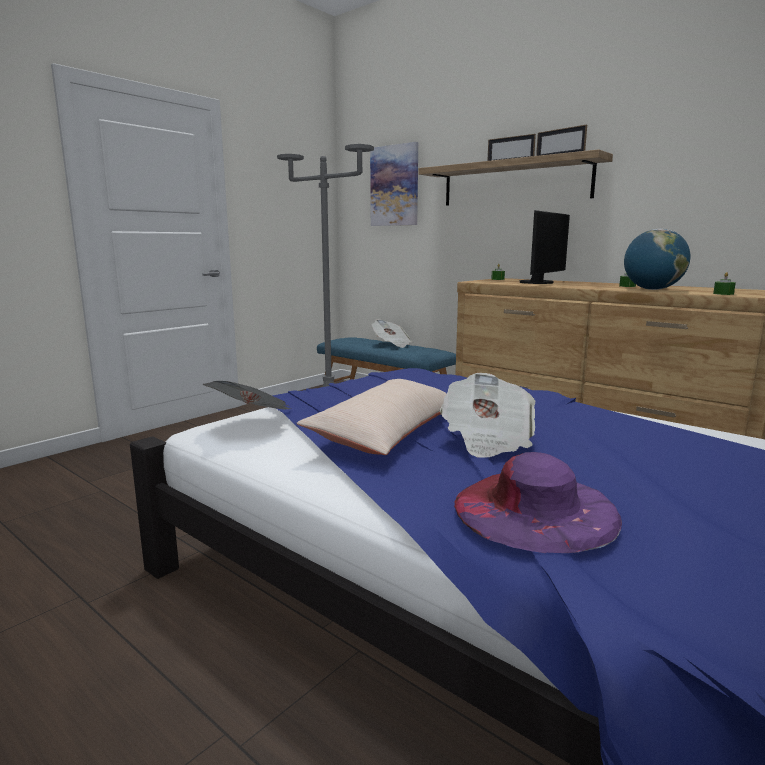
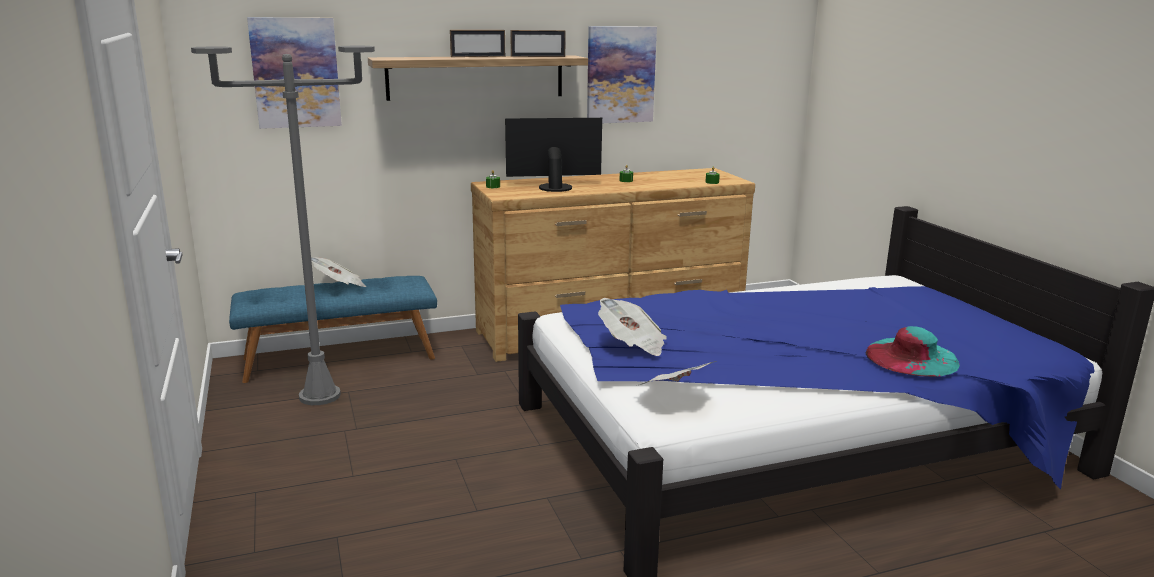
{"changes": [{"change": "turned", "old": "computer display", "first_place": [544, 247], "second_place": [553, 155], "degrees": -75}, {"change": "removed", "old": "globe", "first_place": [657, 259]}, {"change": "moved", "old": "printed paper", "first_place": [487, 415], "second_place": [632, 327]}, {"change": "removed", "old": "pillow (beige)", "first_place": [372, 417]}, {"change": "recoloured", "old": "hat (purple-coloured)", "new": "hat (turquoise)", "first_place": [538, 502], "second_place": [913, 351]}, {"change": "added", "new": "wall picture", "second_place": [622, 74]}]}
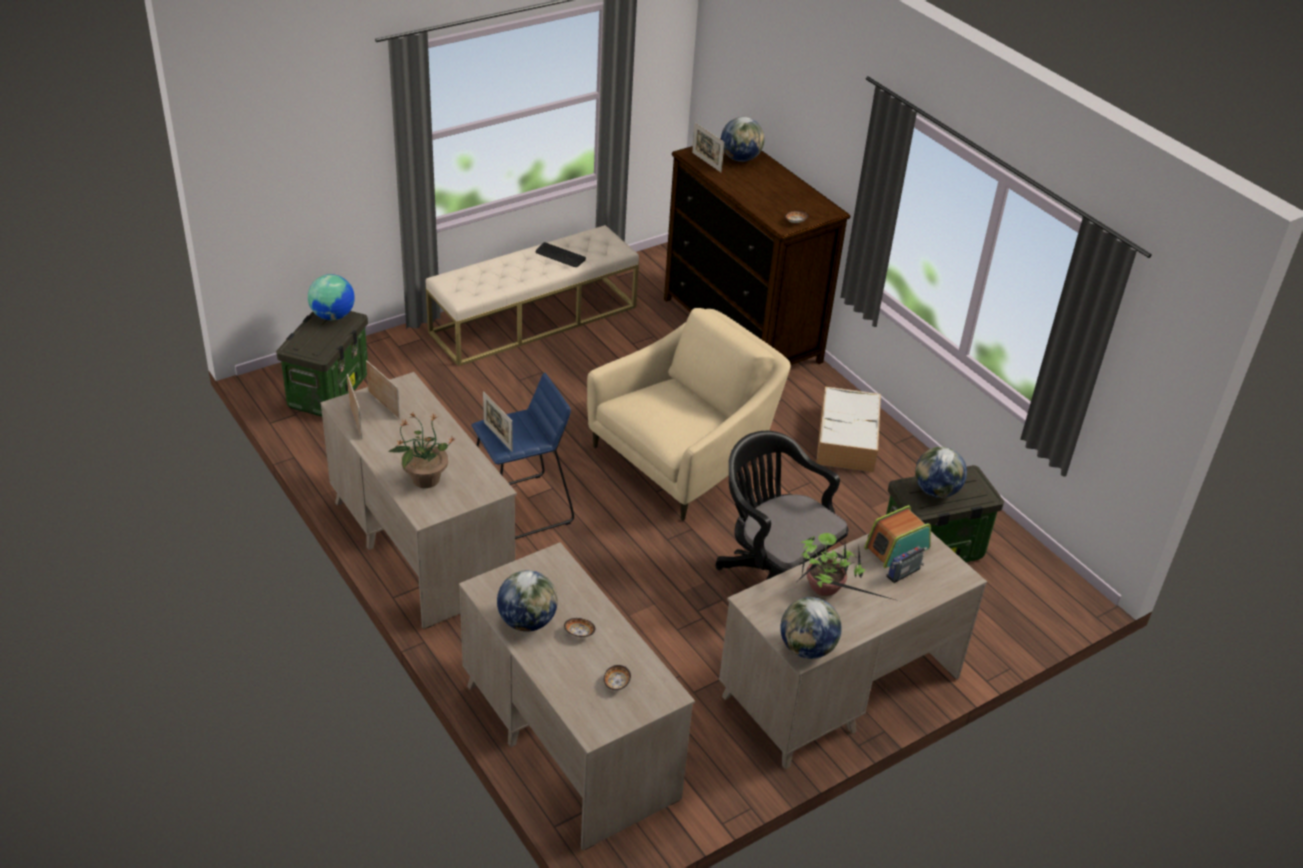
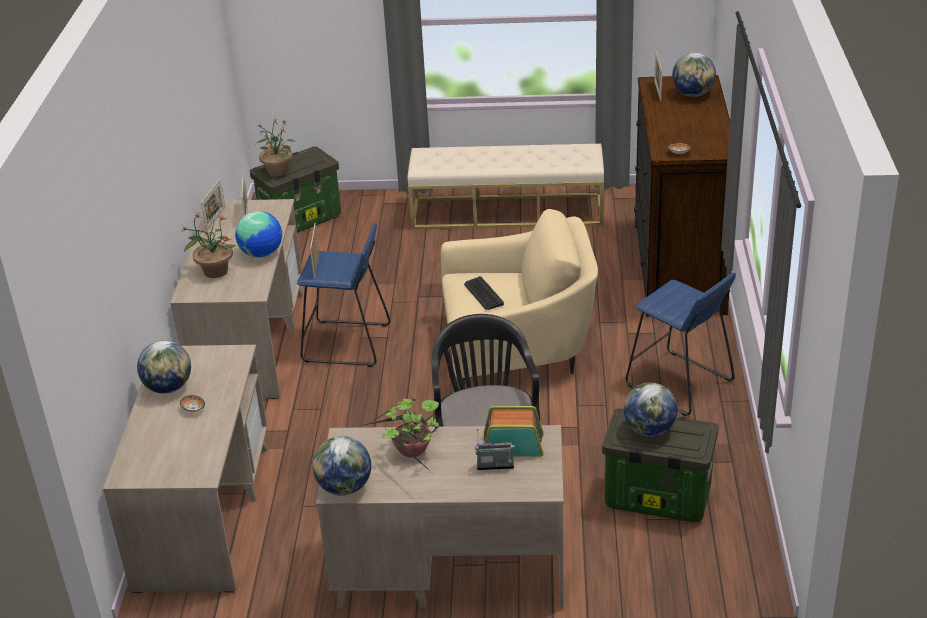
{"changes": [{"change": "moved", "old": "computer keyboard", "first_place": [561, 254], "second_place": [484, 293]}, {"change": "moved", "old": "globe", "first_place": [331, 297], "second_place": [258, 234]}, {"change": "replaced", "old": "storage container", "new": "stool (blue)", "first_place": [848, 429], "second_place": [681, 344]}, {"change": "removed", "old": "bowl", "first_place": [617, 677]}, {"change": "added", "new": "houseplant", "second_place": [275, 147]}]}
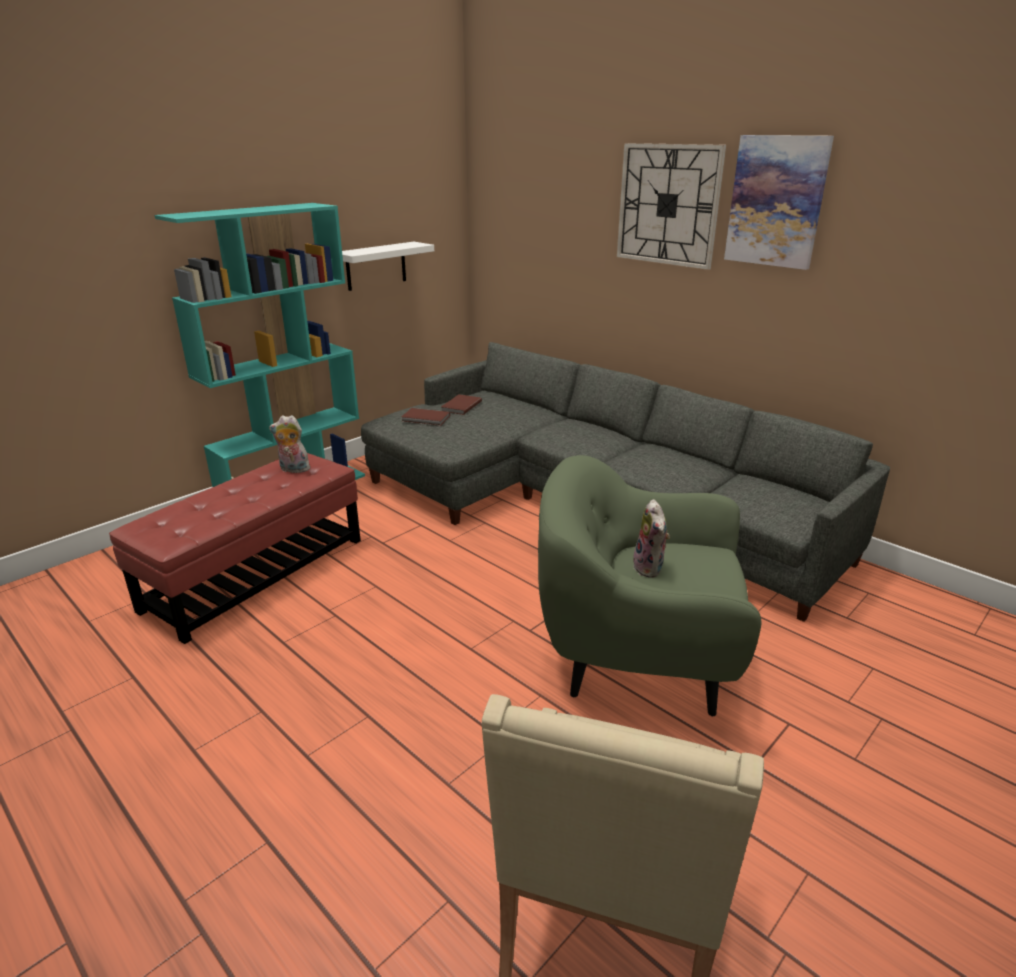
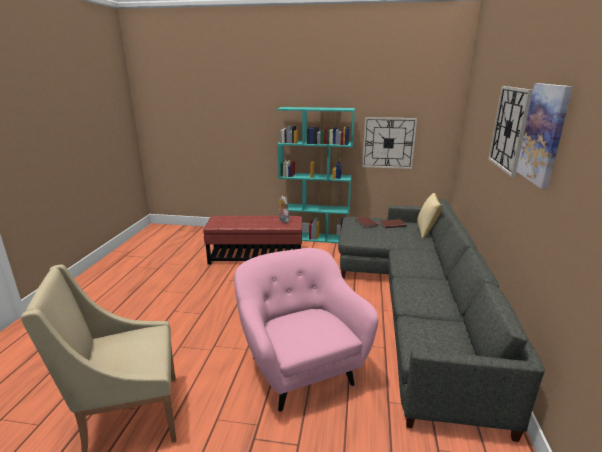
{"changes": [{"change": "replaced", "old": "wall shelf (white)", "new": "hanging clock", "first_place": [388, 266], "second_place": [389, 143]}, {"change": "recoloured", "old": "lounge chair (green)", "new": "lounge chair (pinkish)", "first_place": [650, 585], "second_place": [306, 329]}, {"change": "removed", "old": "soft toy", "first_place": [650, 538]}, {"change": "added", "new": "pillow", "second_place": [429, 216]}]}
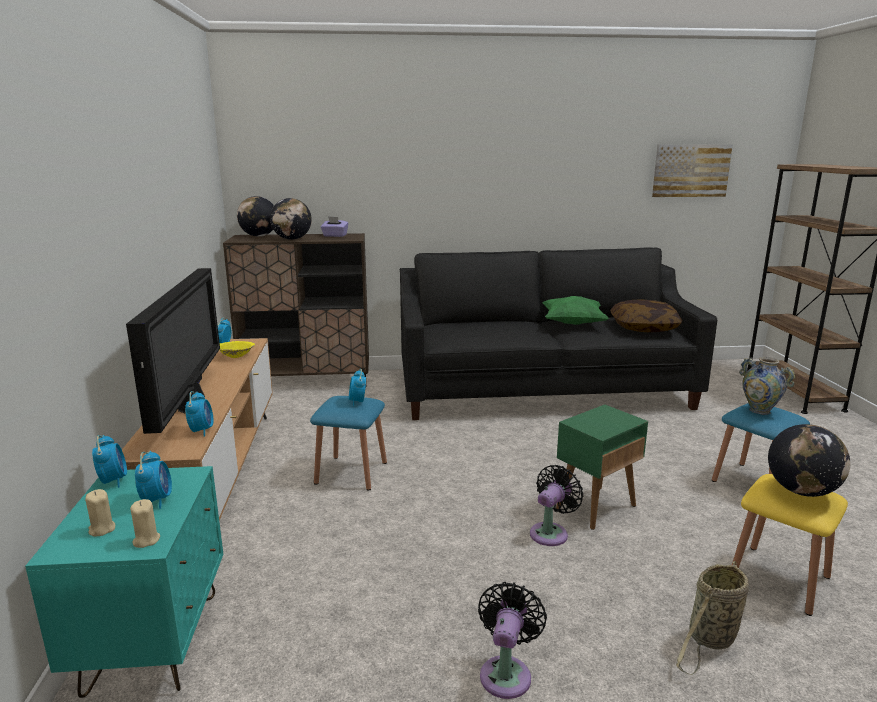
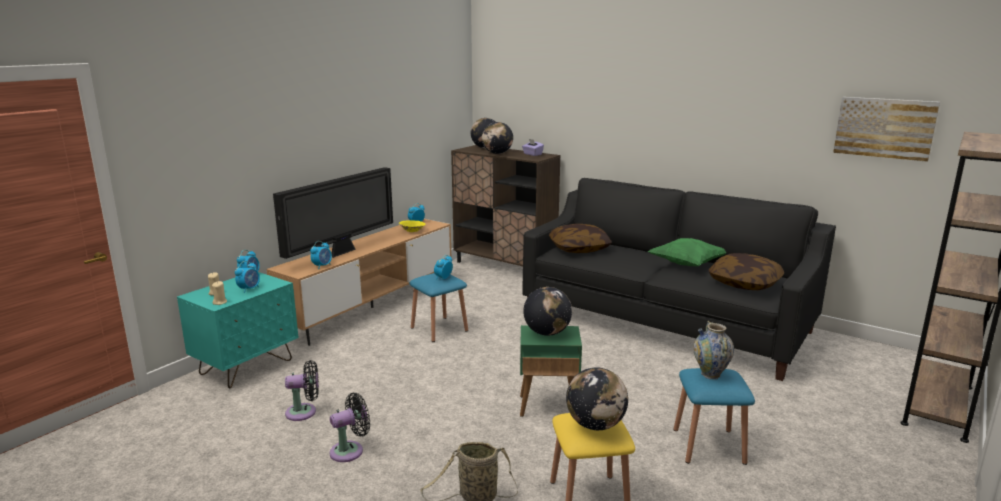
{"changes": [{"change": "moved", "old": "fan (black)", "first_place": [556, 505], "second_place": [302, 390]}, {"change": "added", "new": "pillow", "second_place": [580, 238]}, {"change": "added", "new": "globe", "second_place": [547, 311]}]}
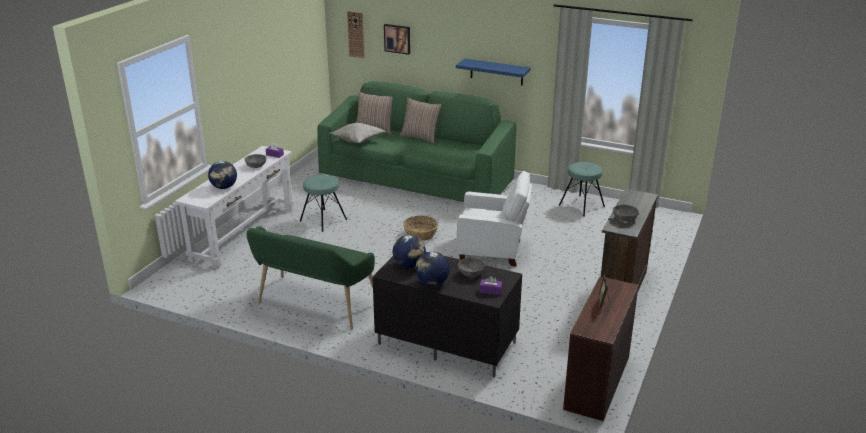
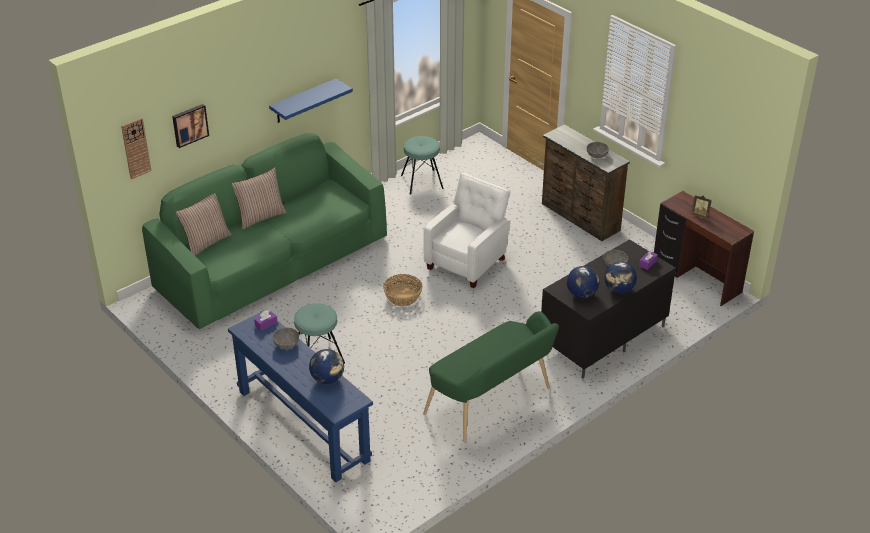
{"changes": [{"change": "removed", "old": "pillow (white)", "first_place": [358, 133]}, {"change": "recoloured", "old": "hall table (white)", "new": "hall table (blue)", "first_place": [234, 207], "second_place": [300, 396]}]}
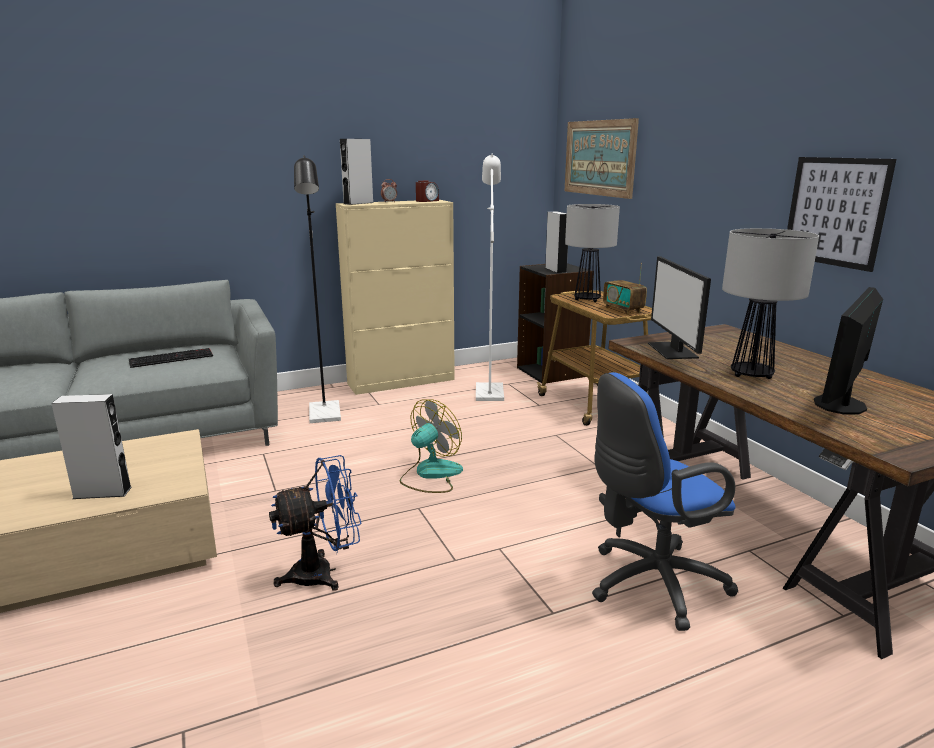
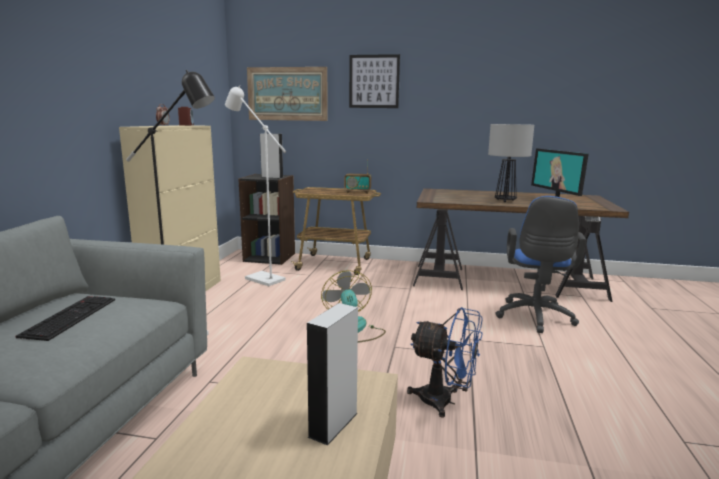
{"changes": [{"change": "removed", "old": "audio speaker (gray)", "first_place": [356, 172]}, {"change": "moved", "old": "wall picture", "first_place": [841, 214], "second_place": [374, 81]}, {"change": "removed", "old": "lamp for a table", "first_place": [592, 253]}, {"change": "removed", "old": "computer display", "first_place": [679, 307]}, {"change": "turned", "old": "fan (blue)", "first_place": [315, 523], "second_place": [445, 362], "degrees": 105}]}
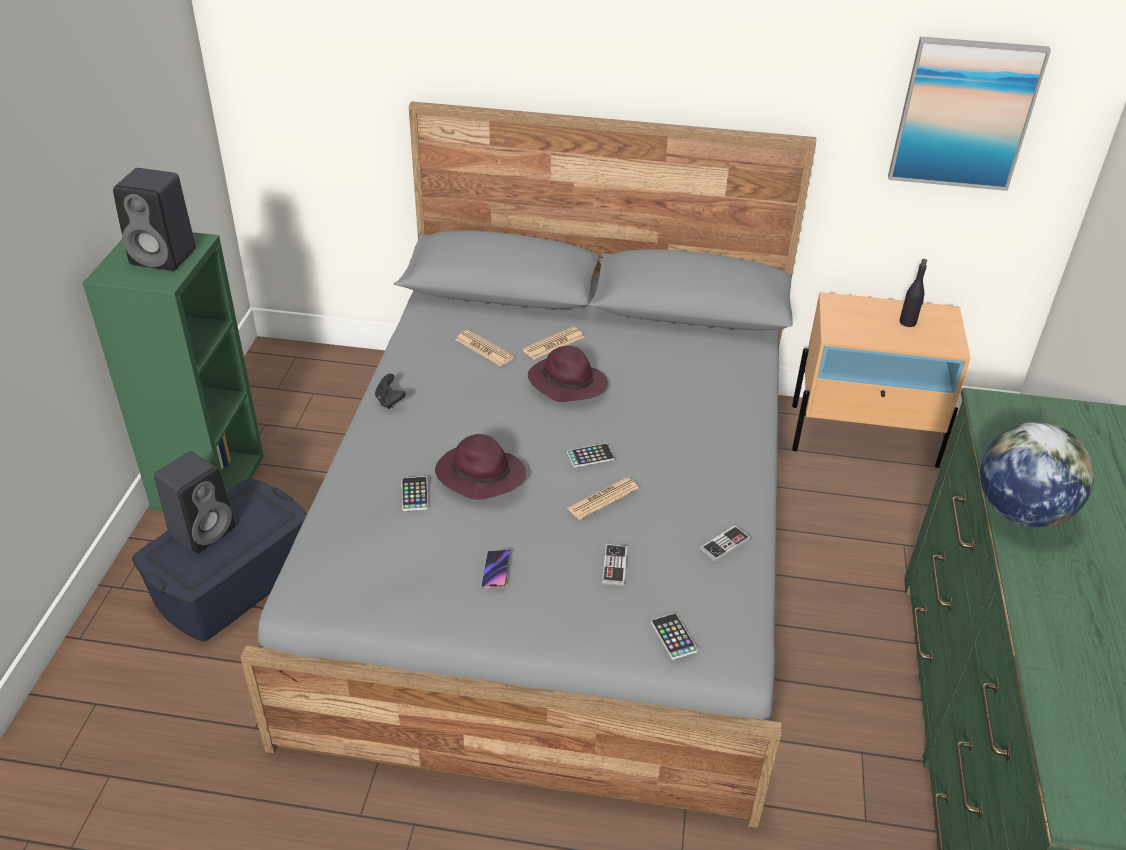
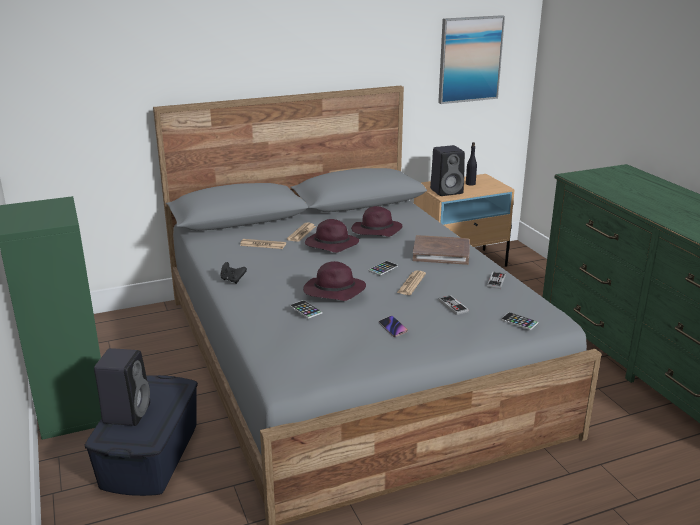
{"changes": [{"change": "moved", "old": "audio speaker (black)", "first_place": [154, 219], "second_place": [447, 170]}, {"change": "removed", "old": "globe", "first_place": [1037, 475]}, {"change": "added", "new": "hat (purple-coloured)", "second_place": [377, 221]}, {"change": "added", "new": "book (brownish)", "second_place": [441, 250]}]}
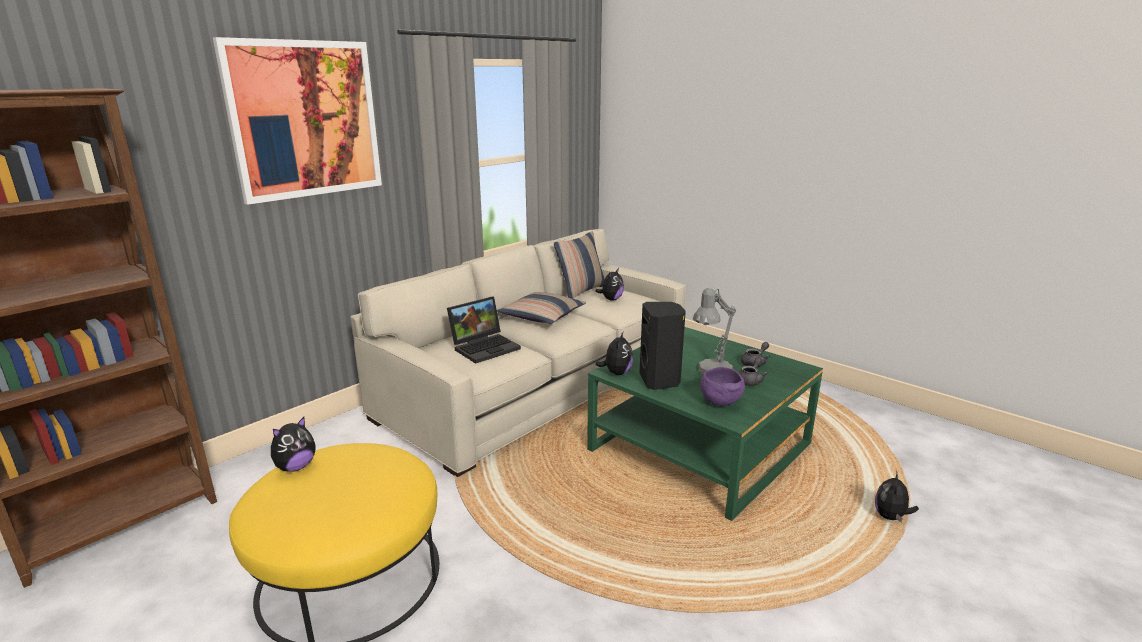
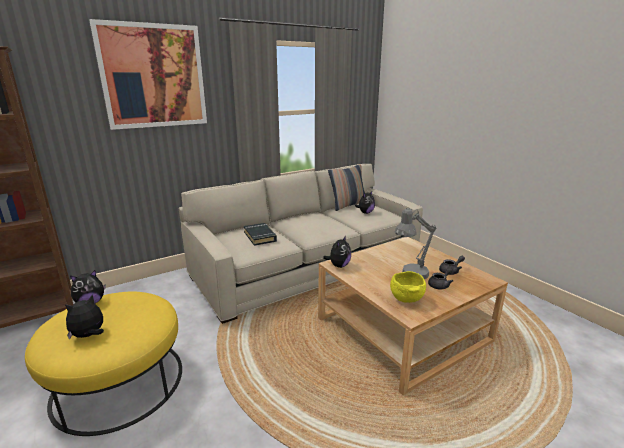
{"changes": [{"change": "removed", "old": "pillow", "first_place": [541, 308]}, {"change": "replaced", "old": "notebook computer", "new": "book (black)", "first_place": [484, 330], "second_place": [260, 234]}, {"change": "removed", "old": "audio speaker (black)", "first_place": [662, 346]}, {"change": "recoloured", "old": "coffee table (green)", "new": "coffee table (beige)", "first_place": [705, 424], "second_place": [413, 316]}, {"change": "recoloured", "old": "bowl (purple-coloured)", "new": "bowl (yellowish)", "first_place": [722, 386], "second_place": [408, 287]}, {"change": "moved", "old": "soft toy", "first_place": [897, 496], "second_place": [84, 317]}]}
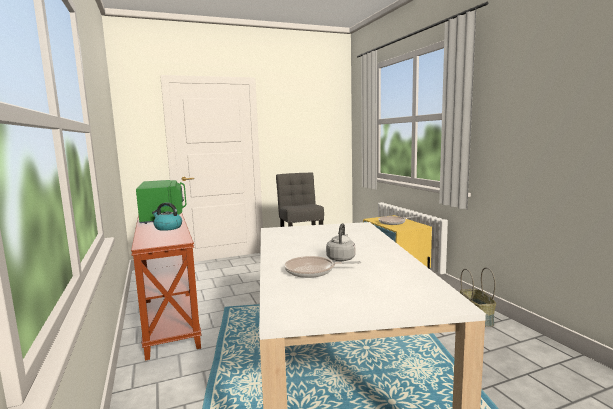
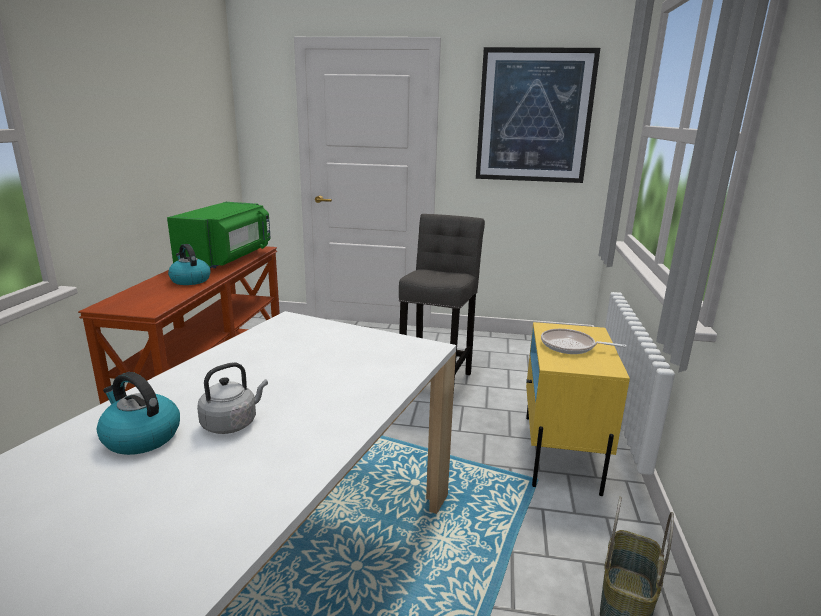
{"changes": [{"change": "replaced", "old": "pan", "new": "water kettle", "first_place": [322, 267], "second_place": [138, 413]}, {"change": "added", "new": "wall picture", "second_place": [538, 115]}]}
